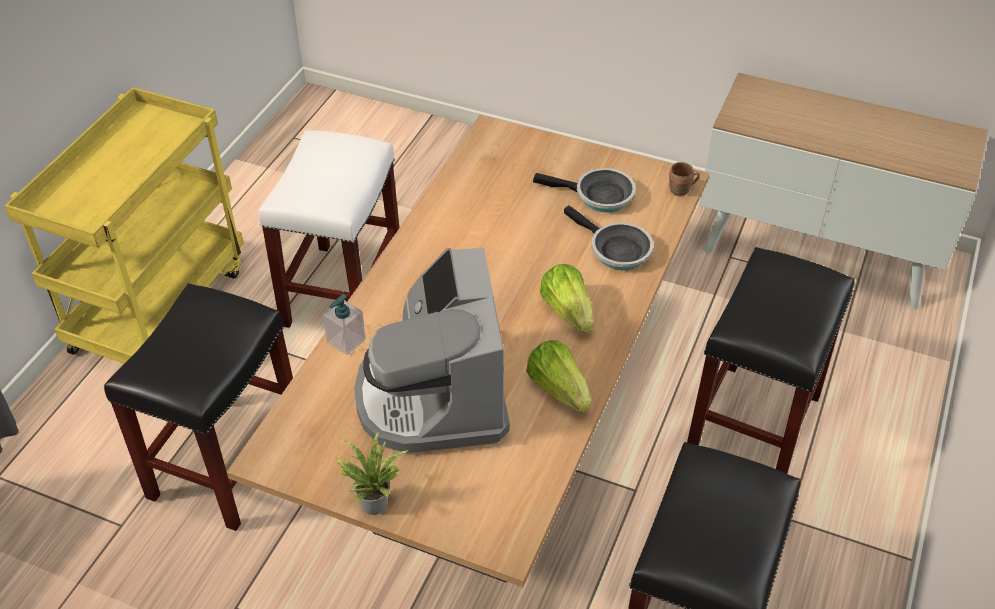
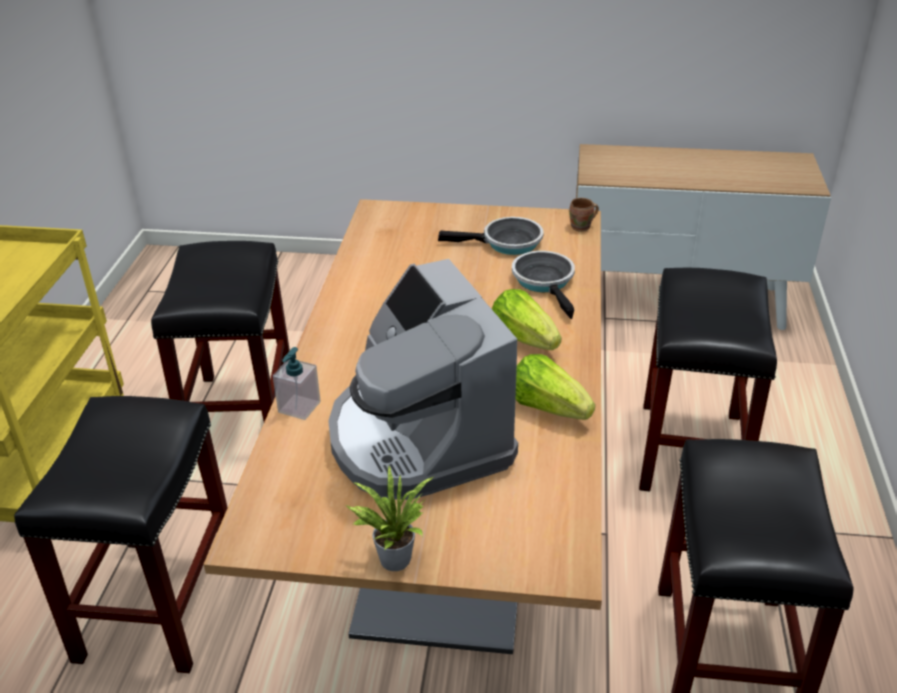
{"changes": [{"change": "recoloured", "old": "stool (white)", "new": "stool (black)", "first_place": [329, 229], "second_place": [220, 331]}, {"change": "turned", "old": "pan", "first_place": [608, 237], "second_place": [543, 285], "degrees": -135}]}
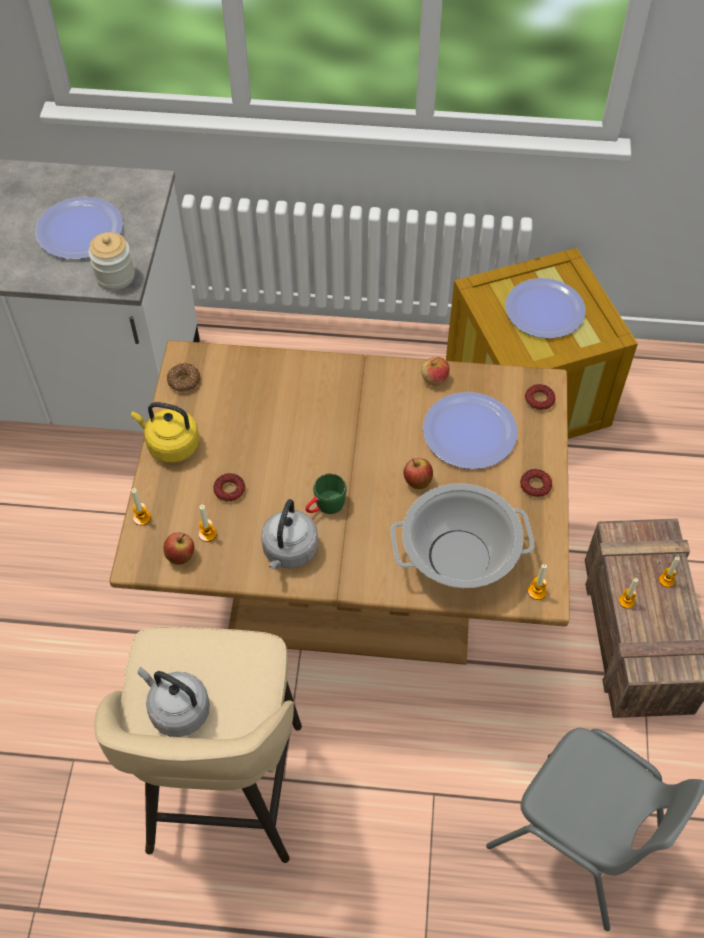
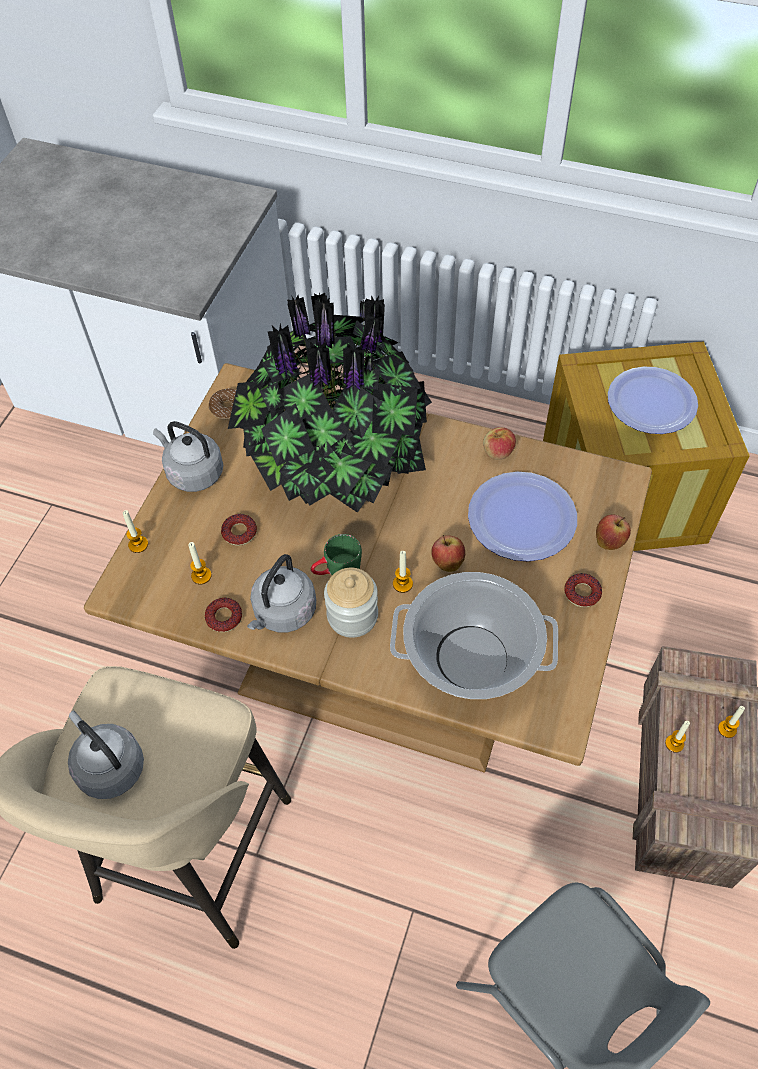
{"changes": [{"change": "removed", "old": "dinner plate", "first_place": [79, 228]}, {"change": "moved", "old": "jar", "first_place": [111, 261], "second_place": [351, 603]}, {"change": "moved", "old": "donut", "first_place": [540, 397], "second_place": [223, 615]}, {"change": "recoloured", "old": "water kettle (yellowish)", "new": "water kettle (gray)", "first_place": [165, 432], "second_place": [188, 456]}, {"change": "moved", "old": "apple fruit", "first_place": [178, 548], "second_place": [613, 532]}, {"change": "moved", "old": "wax candle", "first_place": [537, 582], "second_place": [403, 572]}, {"change": "added", "new": "houseplant", "second_place": [330, 402]}]}
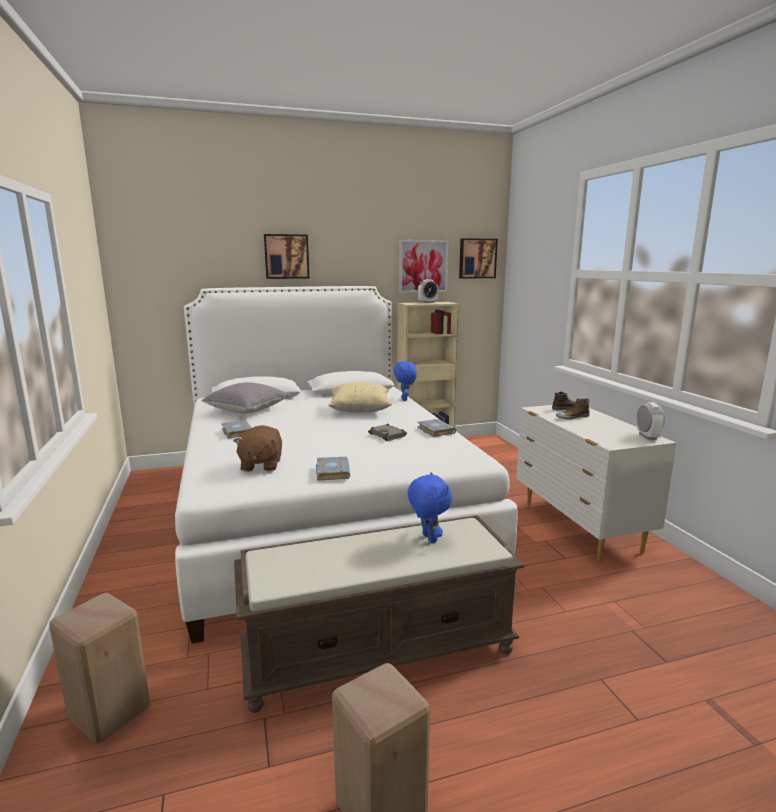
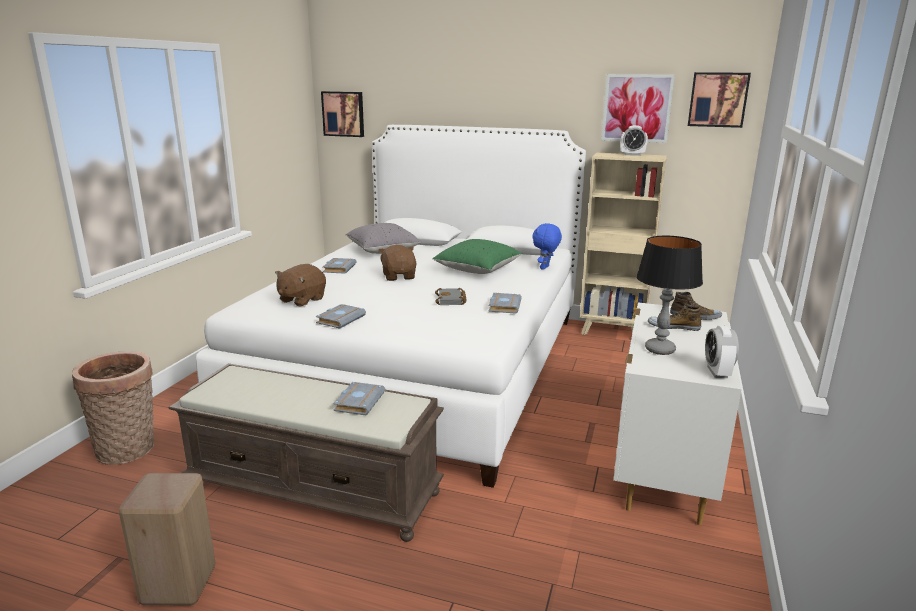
{"changes": [{"change": "moved", "old": "wall picture", "first_place": [286, 256], "second_place": [342, 114]}, {"change": "recoloured", "old": "pillow (beige)", "new": "pillow (green)", "first_place": [360, 397], "second_place": [477, 256]}, {"change": "turned", "old": "table clock", "first_place": [651, 421], "second_place": [722, 352], "degrees": 150}, {"change": "replaced", "old": "soft toy (blue)", "new": "book (gray)", "first_place": [430, 507], "second_place": [359, 399]}, {"change": "replaced", "old": "stool (beige)", "new": "basket", "first_place": [99, 668], "second_place": [113, 408]}, {"change": "added", "new": "lamp for a table", "second_place": [669, 295]}, {"change": "added", "new": "soft toy (brownish)", "second_place": [397, 263]}]}
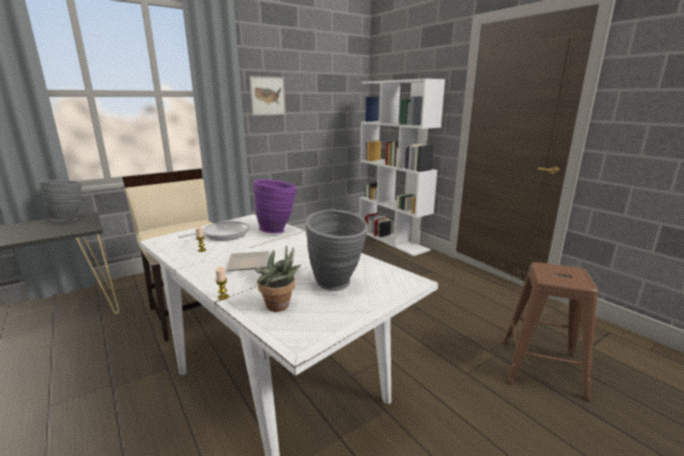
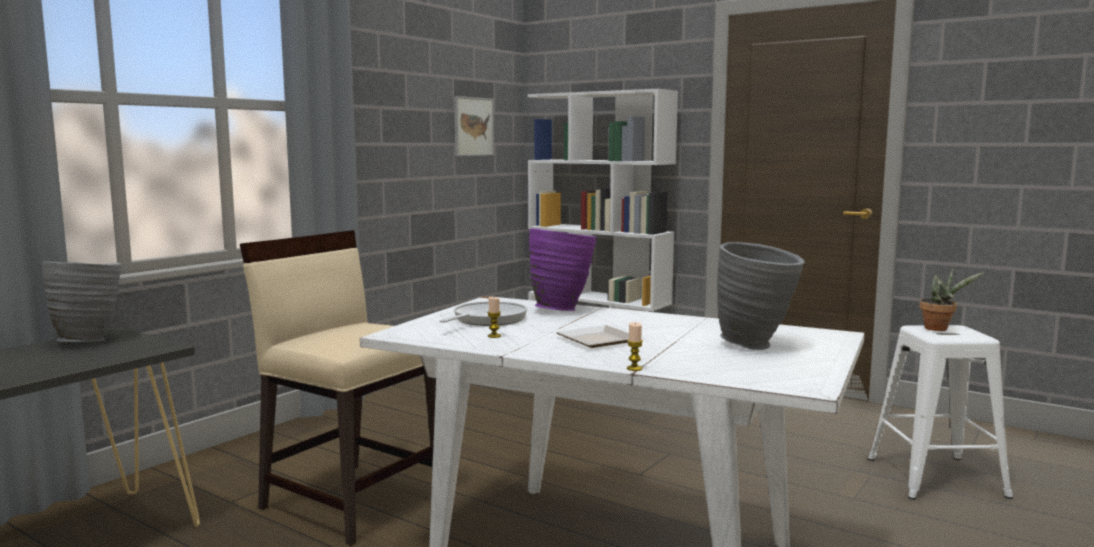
{"changes": [{"change": "moved", "old": "wall picture", "first_place": [267, 96], "second_place": [474, 126]}, {"change": "moved", "old": "houseplant", "first_place": [278, 279], "second_place": [952, 299]}, {"change": "recoloured", "old": "stool (brownish)", "new": "stool (white)", "first_place": [550, 332], "second_place": [940, 412]}]}
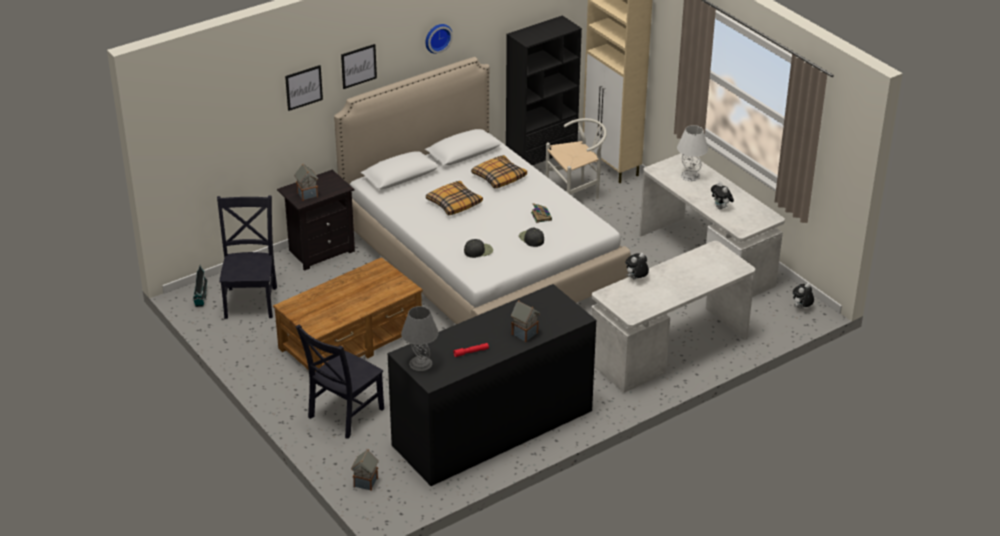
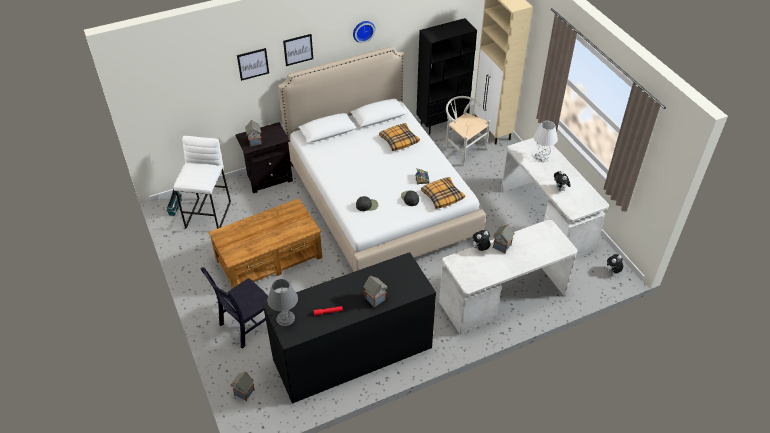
{"changes": [{"change": "turned", "old": "upright chair (white)", "first_place": [576, 158], "second_place": [468, 131], "degrees": -120}, {"change": "moved", "old": "pillow", "first_place": [454, 198], "second_place": [443, 193]}, {"change": "replaced", "old": "upright chair (black)", "new": "stool (white)", "first_place": [247, 257], "second_place": [202, 182]}, {"change": "added", "new": "miniature house", "second_place": [504, 239]}]}
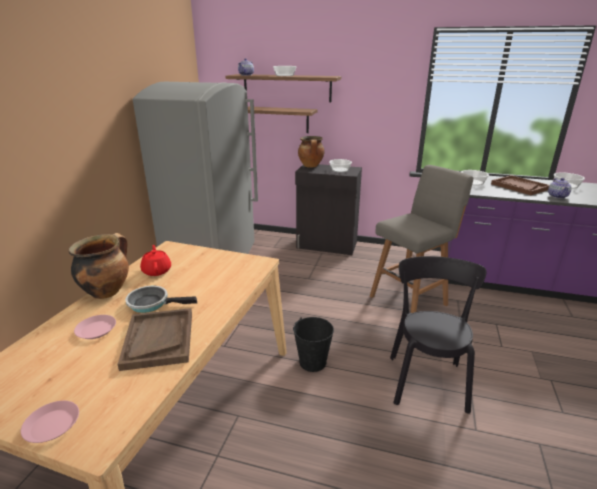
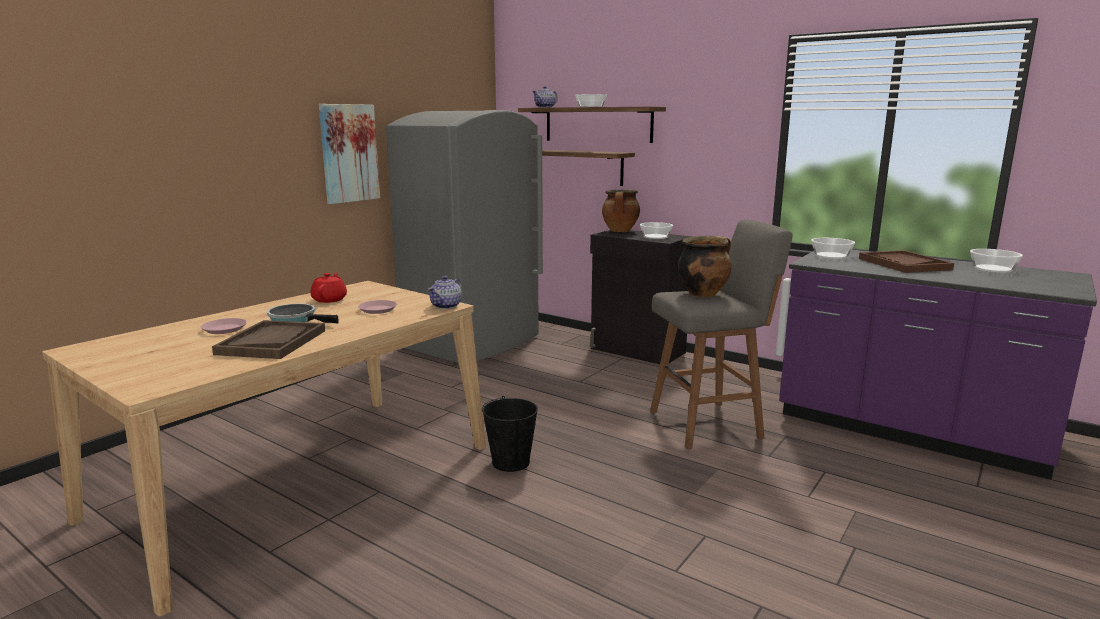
{"changes": [{"change": "moved", "old": "pot for tea", "first_place": [560, 188], "second_place": [445, 292]}, {"change": "moved", "old": "stockpot", "first_place": [99, 266], "second_place": [705, 266]}, {"change": "removed", "old": "upright chair (black)", "first_place": [438, 335]}, {"change": "moved", "old": "dinner plate (pinkish)", "first_place": [50, 422], "second_place": [377, 307]}, {"change": "added", "new": "wall picture", "second_place": [349, 154]}]}
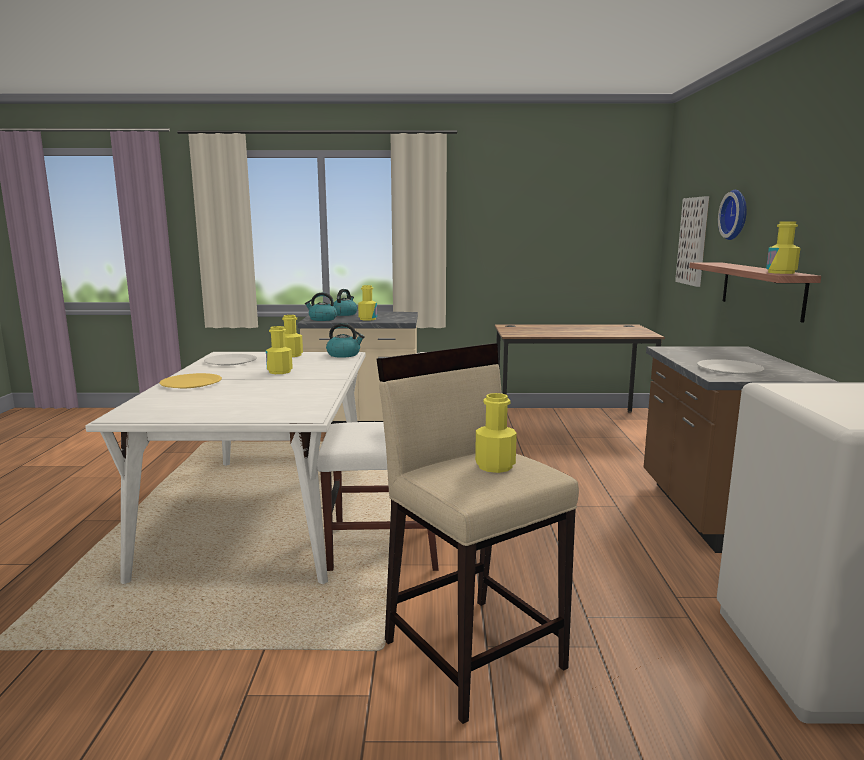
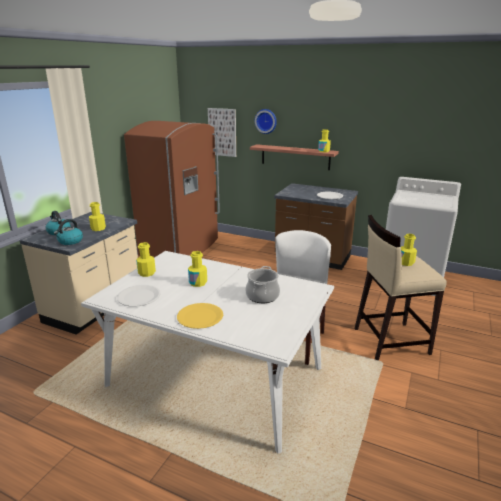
{"changes": [{"change": "removed", "old": "water kettle", "first_place": [345, 340]}, {"change": "replaced", "old": "desk table (brownish)", "new": "refrigerator (brownish)", "first_place": [580, 369], "second_place": [172, 189]}, {"change": "added", "new": "stockpot", "second_place": [262, 284]}]}
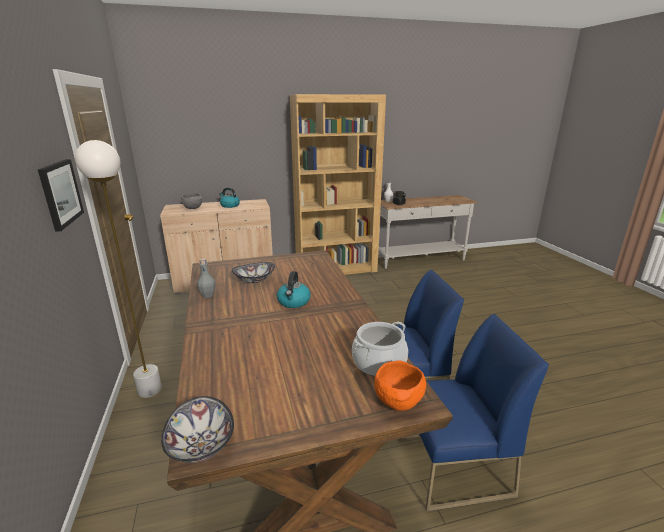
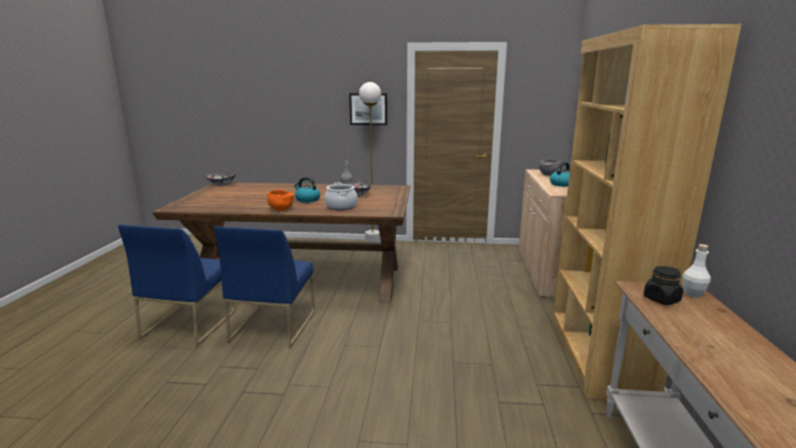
{"changes": [{"change": "moved", "old": "stockpot", "first_place": [380, 349], "second_place": [341, 196]}, {"change": "moved", "old": "bowl (orange)", "first_place": [400, 385], "second_place": [280, 200]}]}
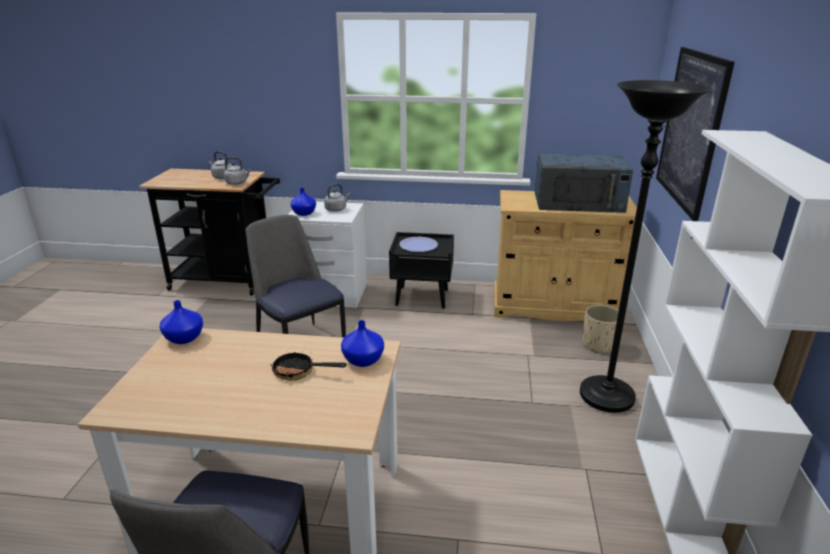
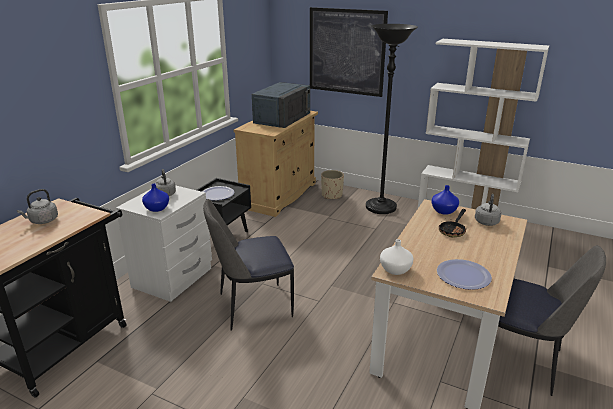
{"changes": [{"change": "moved", "old": "water kettle (gray)", "first_place": [237, 171], "second_place": [488, 210]}, {"change": "recoloured", "old": "decorative vase (blue)", "new": "decorative vase (white)", "first_place": [181, 322], "second_place": [397, 257]}, {"change": "added", "new": "dinner plate", "second_place": [464, 274]}]}
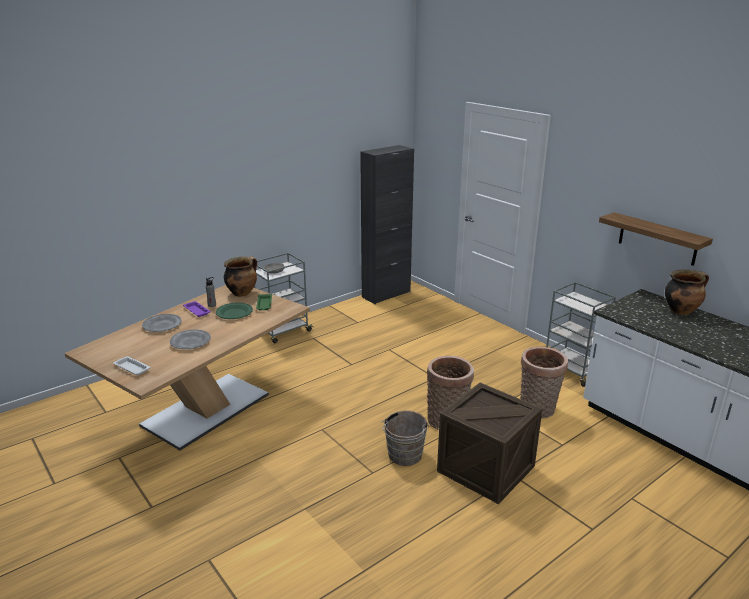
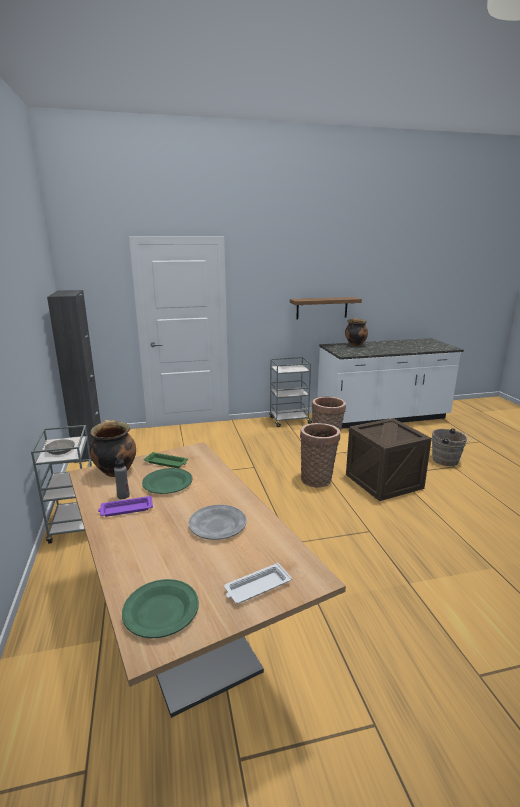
{"changes": [{"change": "removed", "old": "dinner plate (gray)", "first_place": [162, 323]}, {"change": "moved", "old": "pail (brownish)", "first_place": [405, 438], "second_place": [451, 447]}, {"change": "added", "new": "dinner plate (green)", "second_place": [160, 608]}]}
